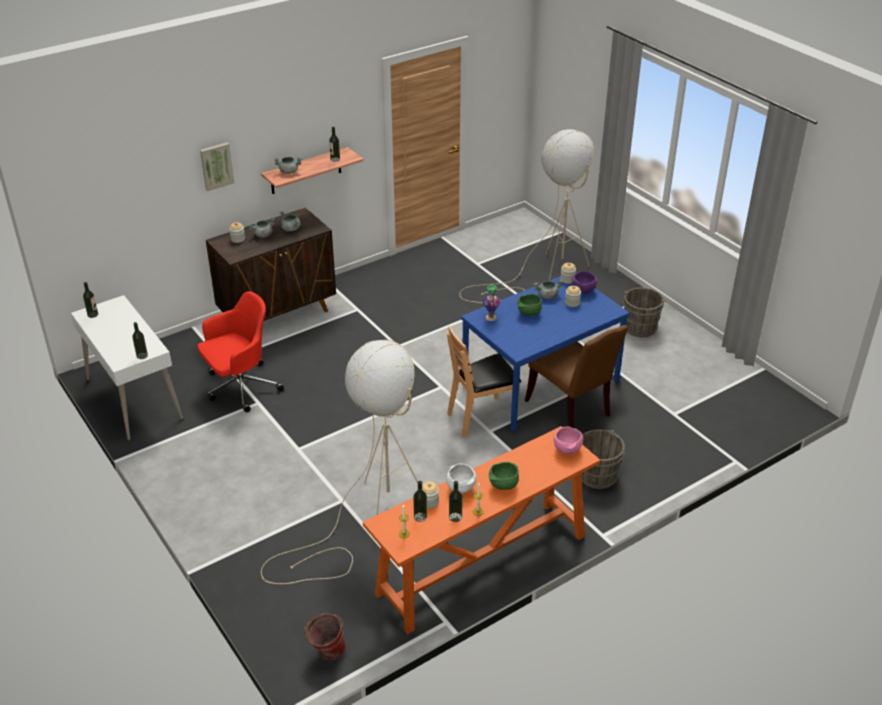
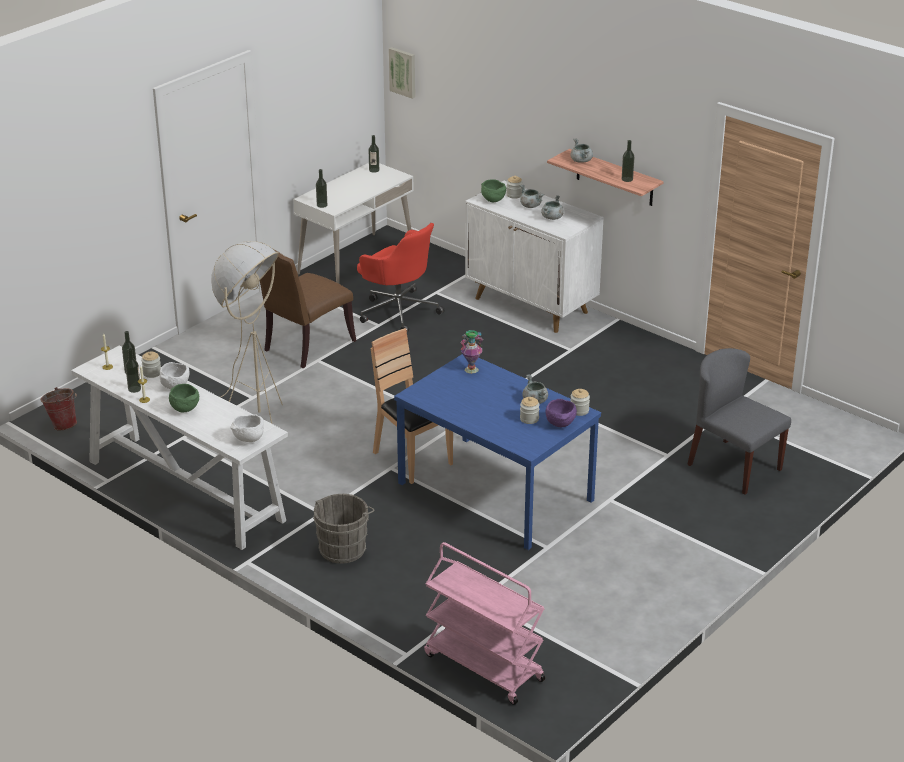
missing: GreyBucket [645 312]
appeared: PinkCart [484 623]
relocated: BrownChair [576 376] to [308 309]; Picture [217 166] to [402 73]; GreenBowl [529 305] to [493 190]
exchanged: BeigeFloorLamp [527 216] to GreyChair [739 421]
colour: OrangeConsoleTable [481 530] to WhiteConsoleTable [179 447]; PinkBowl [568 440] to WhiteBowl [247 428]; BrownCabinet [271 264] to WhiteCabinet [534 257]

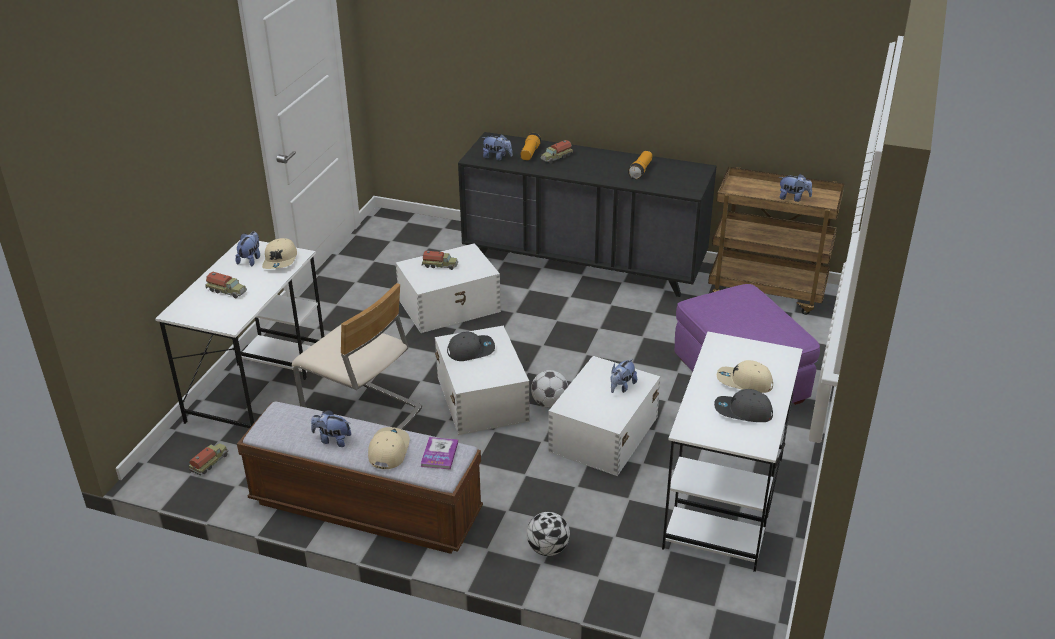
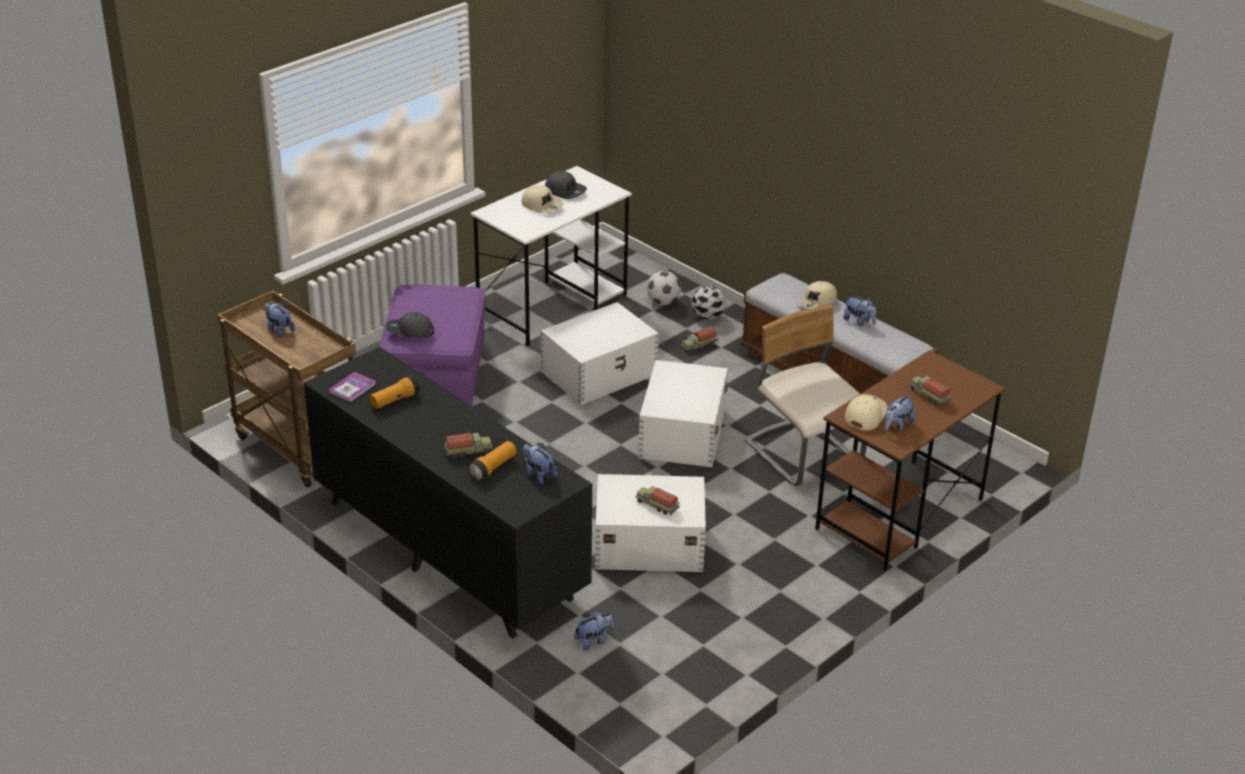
relocated: Book [439 453] to [352 387]; GreyCap [471 346] to [409 325]; PlushToy [623 376] to [594 630]; Football [549 389] to [664 288]; ToyTruck [208 459] to [699 339]
colour: WhiteDesk [239 334] to BrownDesk [910 460]

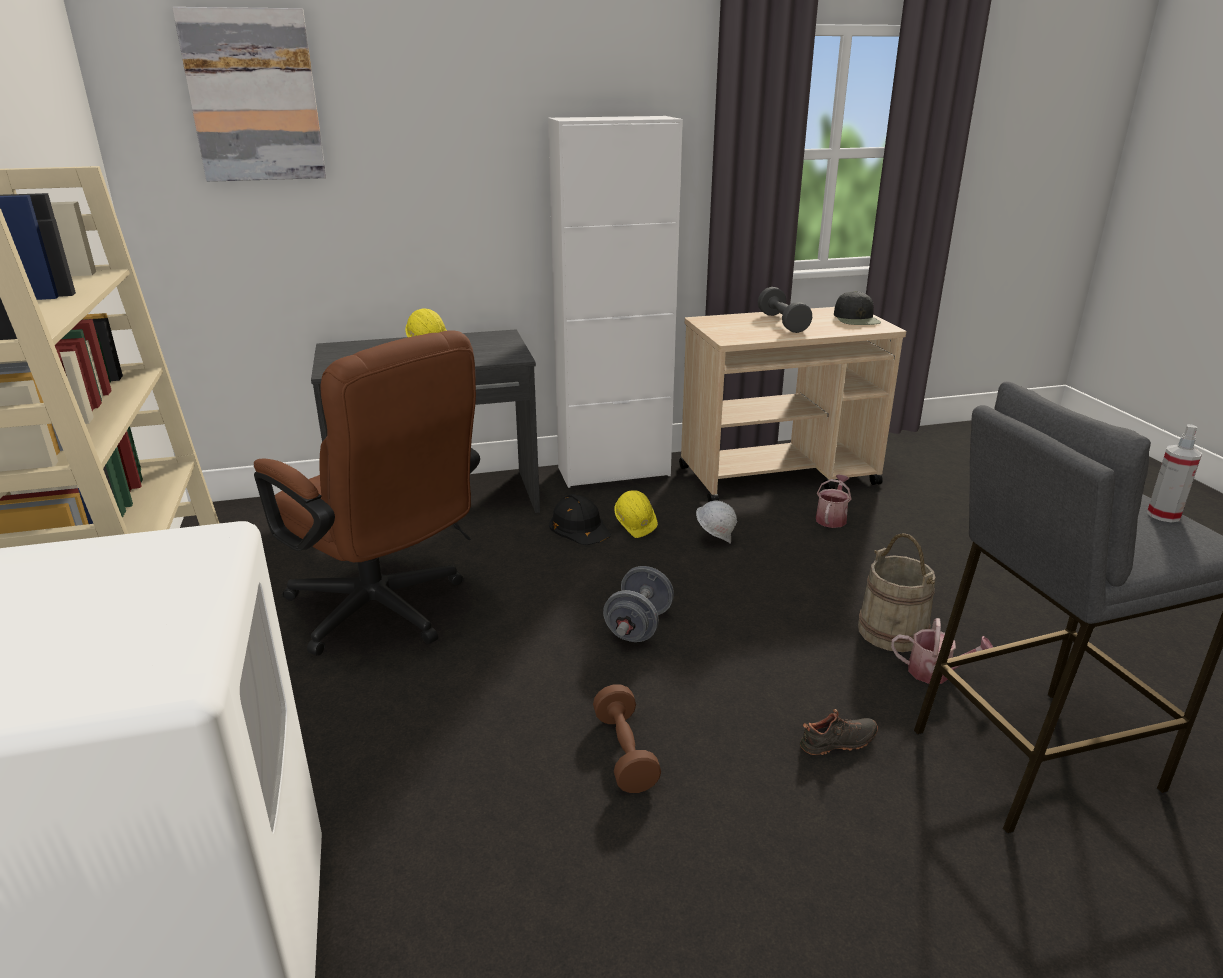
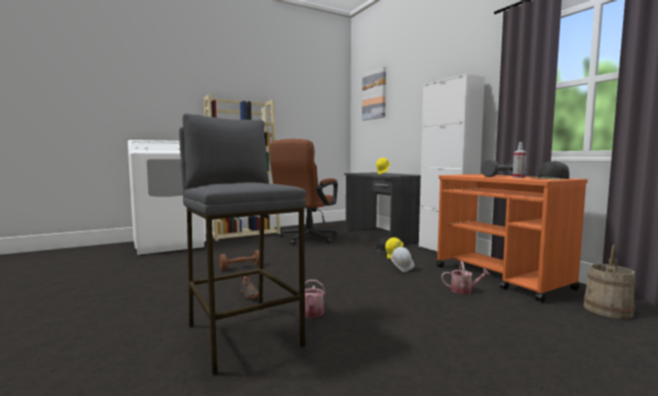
missing: GreyDumbbell [638 604]
relocated: SprayBottle [1174 473] to [519 160]; BeigeBucket [897 592] to [609 282]
colour: BeigeCart [792 404] to OrangeCart [512 238]

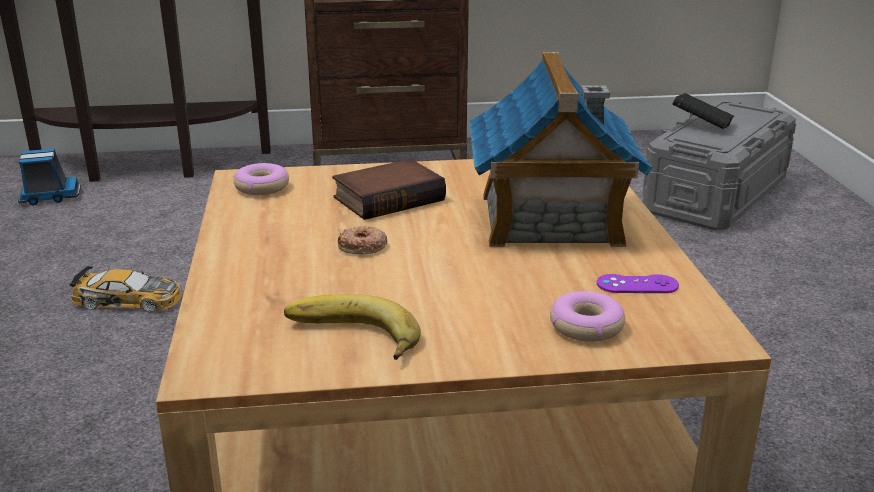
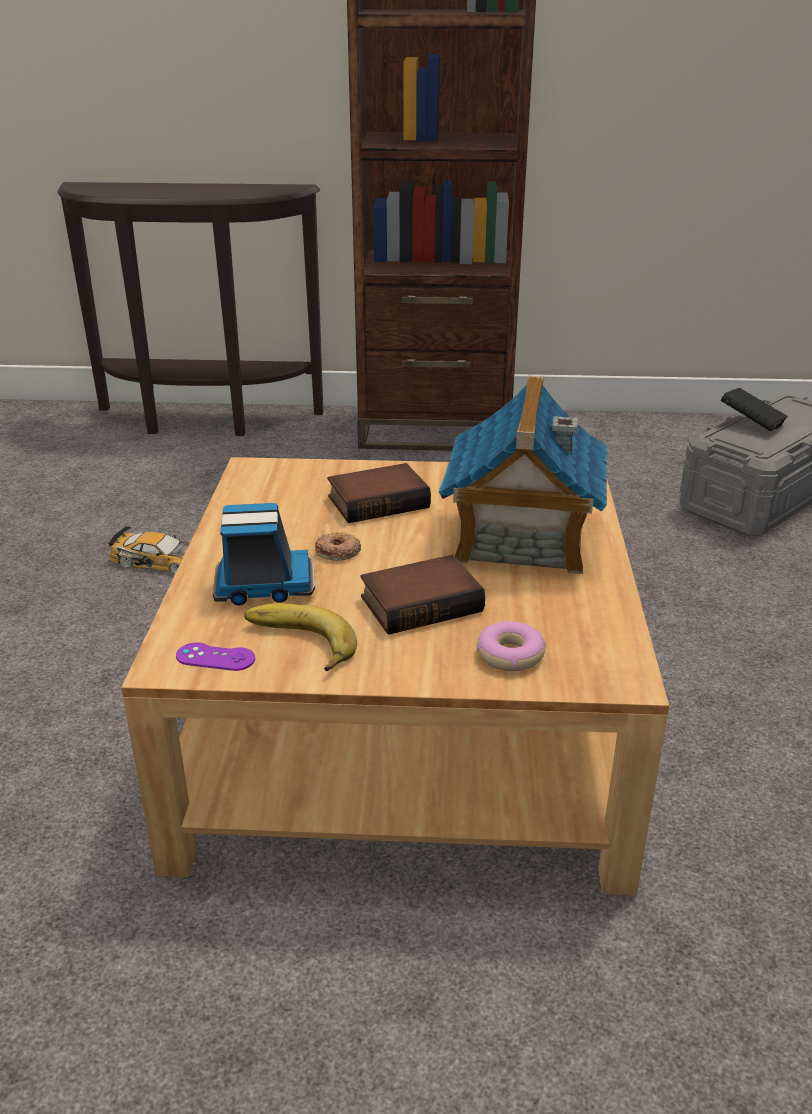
missing: Donut [261 179]
appeared: Book [422 594]
relocated: PurpleGameController [638 283] to [215 656]; ToyTruck [49 177] to [264 554]

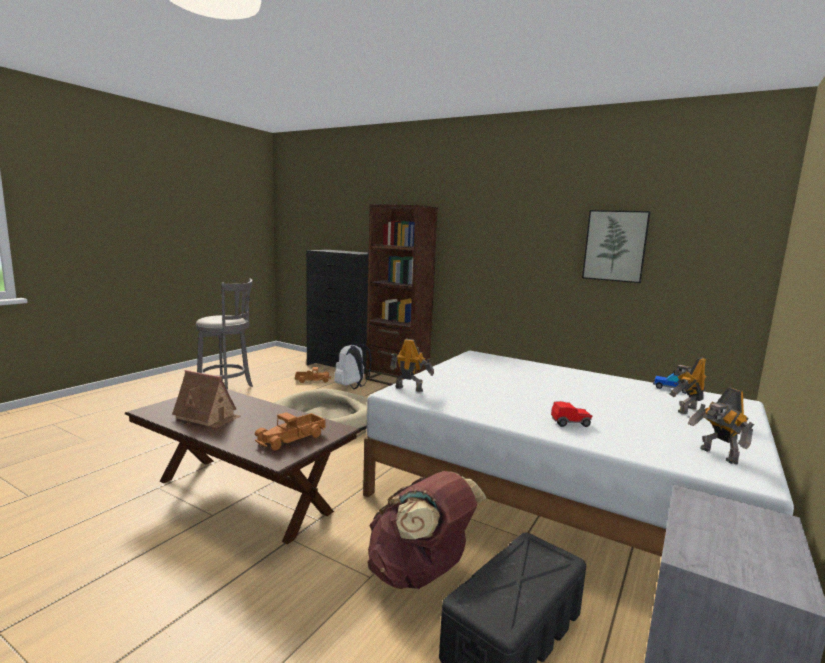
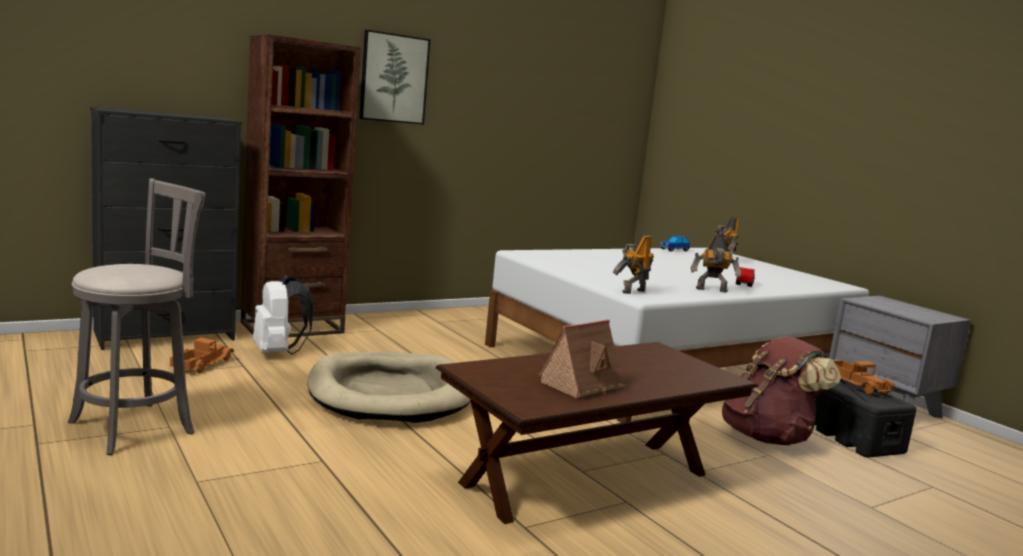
relocated: Picture [616 246] to [395 77]; ToyRobot [721 426] to [716 264]; ToyTruck [290 431] to [864 377]

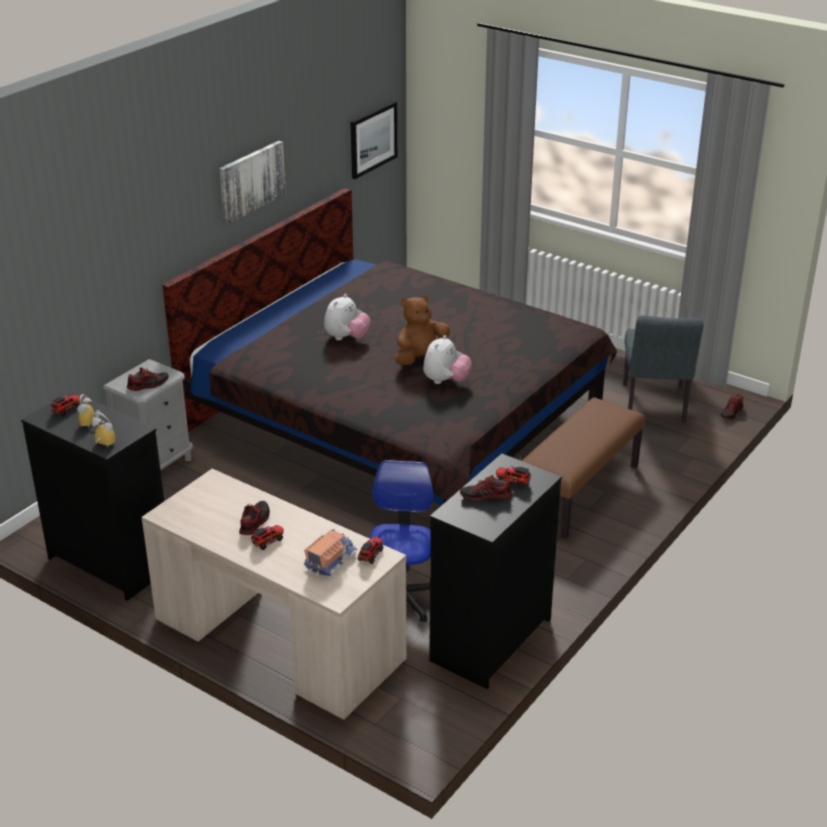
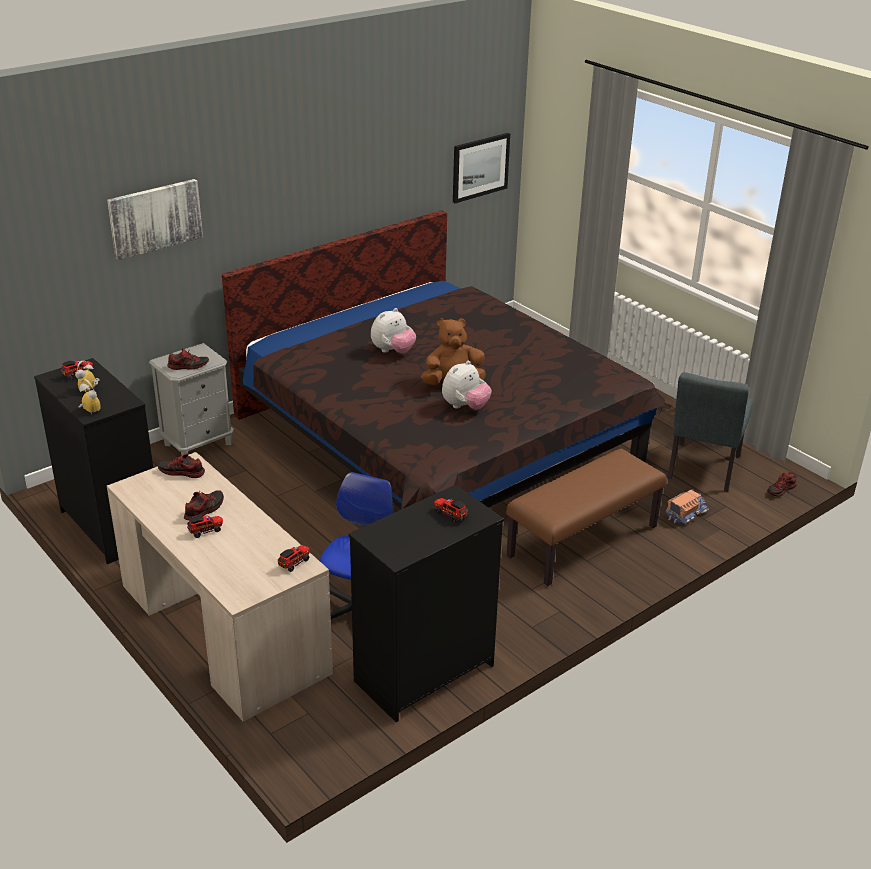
relocated: Picture [253 182] to [155 219]; Shoe [486 488] to [181 466]; ToyTruck [331 553] to [687 506]

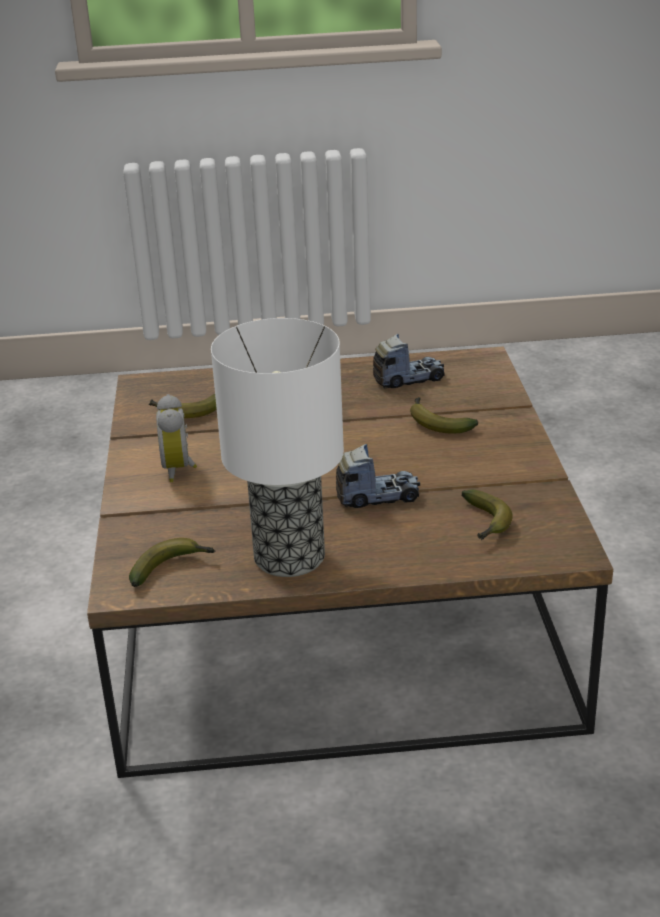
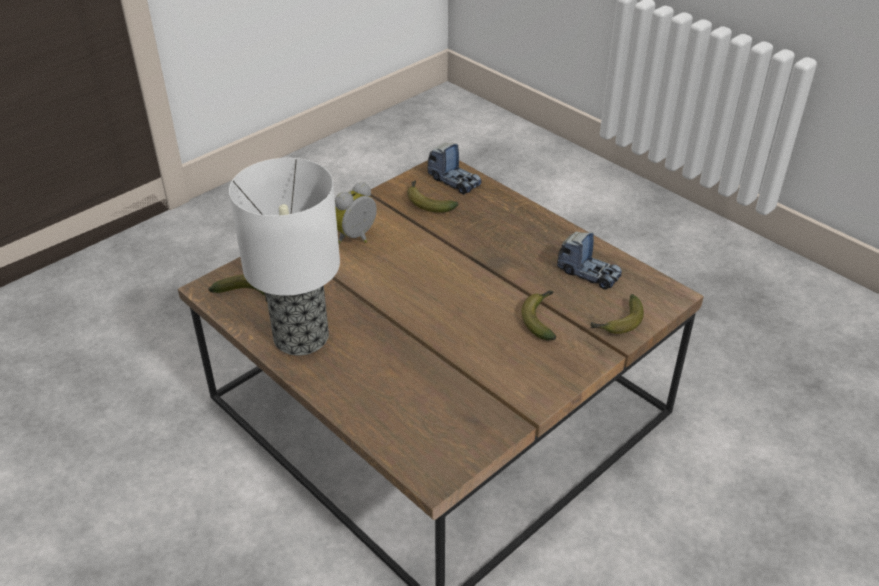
relocated: ToyTruck [378 476] to [455 169]; Banana [487 515] to [617 314]

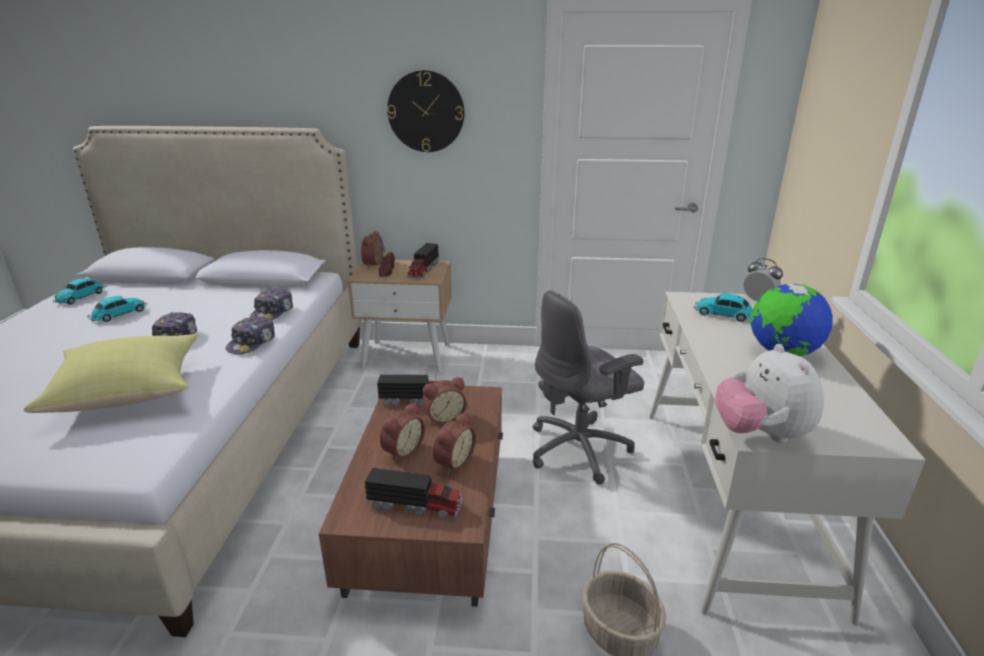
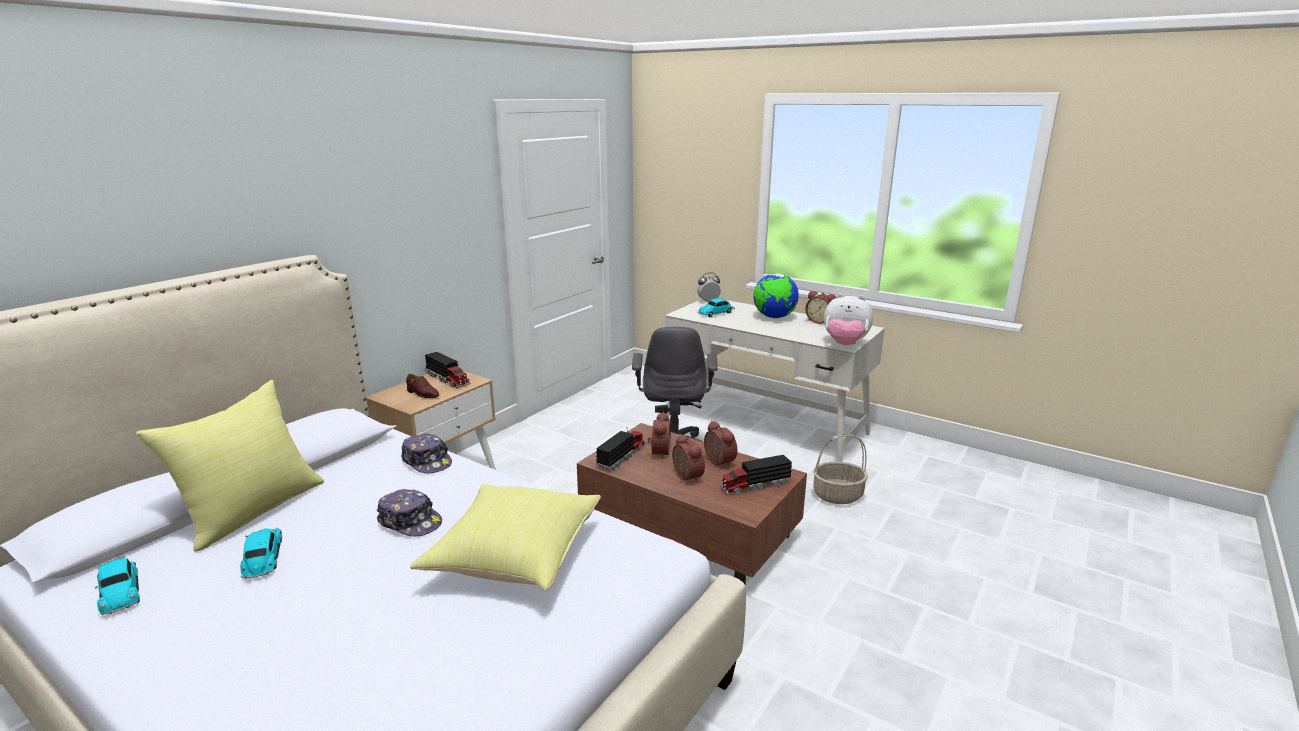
missing: Cap [250 335]; WallClock [425 111]
appeared: YellowPillow [230 466]
relocated: AlarmClock [373 249] to [820 307]
spun: ToyTruck [414 493] = [756 475] 150 degrees counterclockwise

